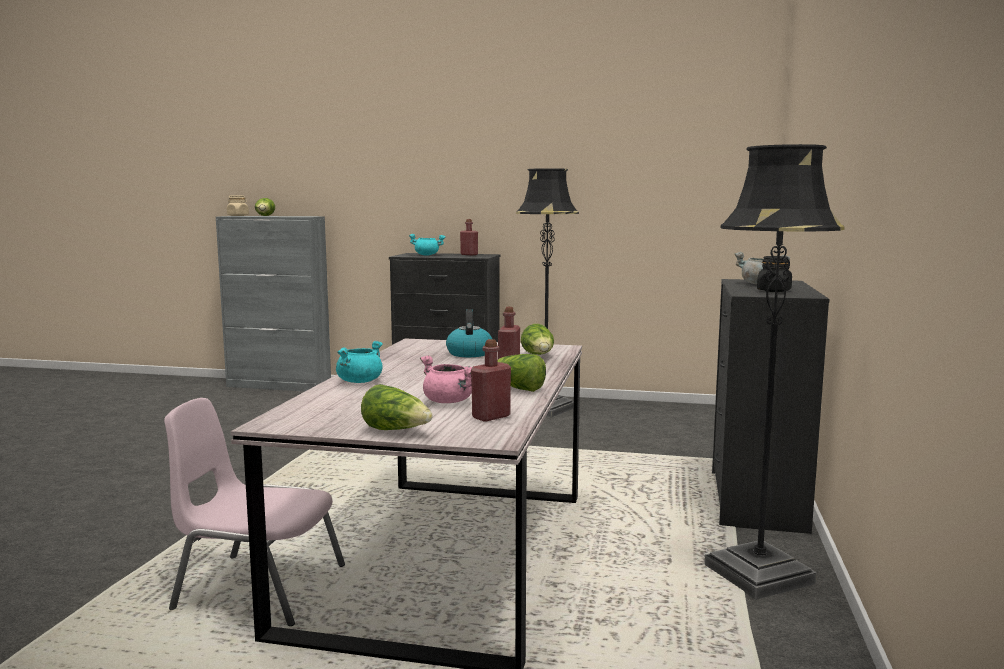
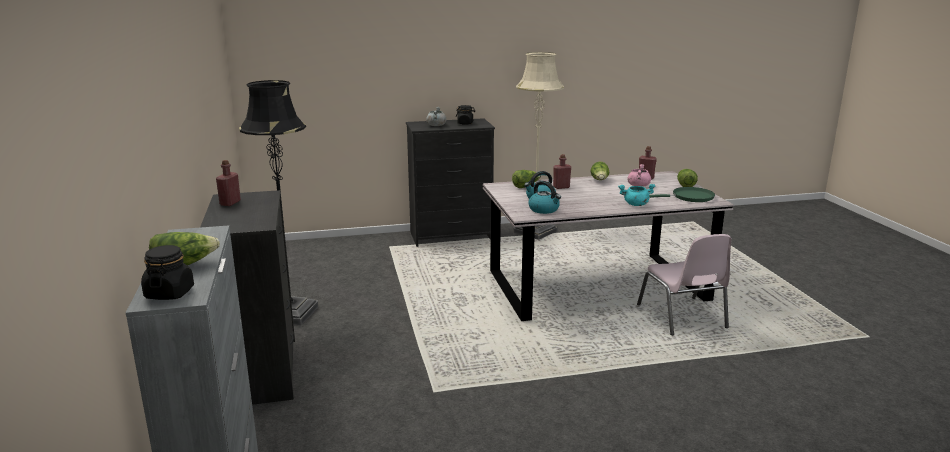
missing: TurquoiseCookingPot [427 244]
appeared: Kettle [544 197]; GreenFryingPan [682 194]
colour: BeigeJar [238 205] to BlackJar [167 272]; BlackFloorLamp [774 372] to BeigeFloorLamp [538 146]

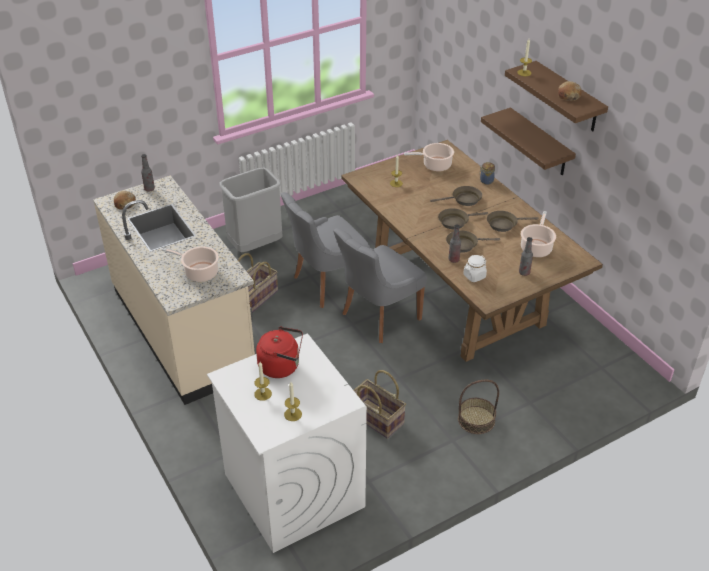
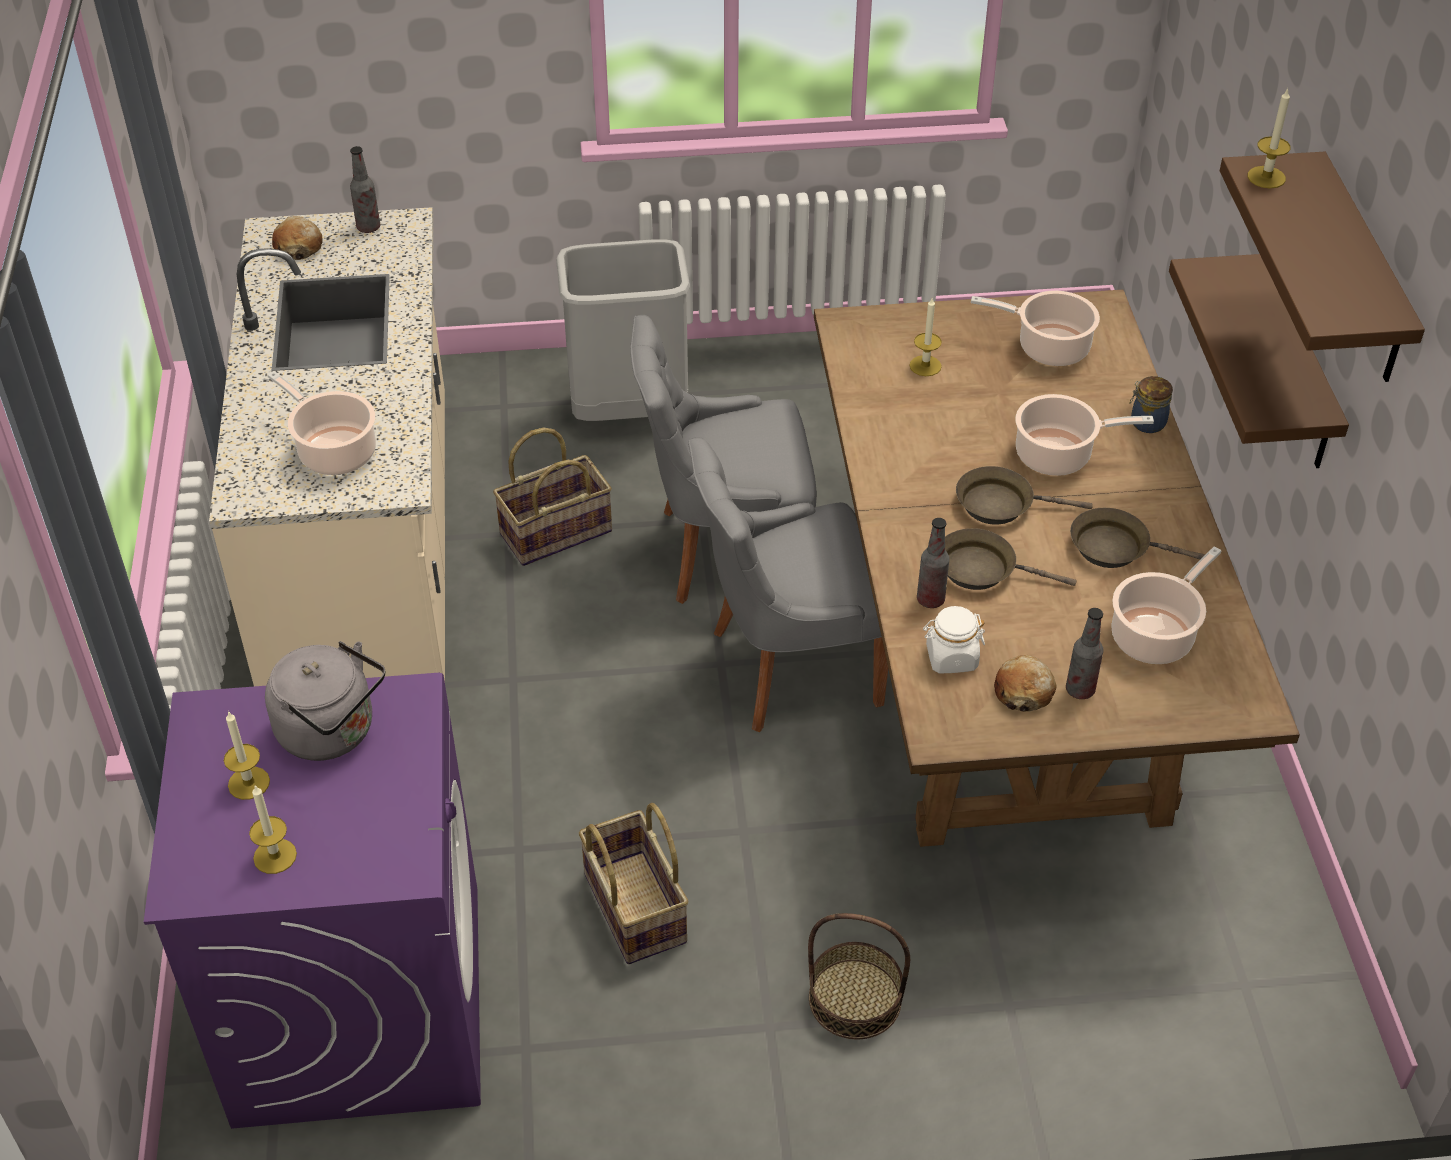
relocated: Bread [570 91] to [1025 683]
exchanged: BrownFryingPan [456 196] to CookingPot [1085 435]
colour: WhiteWashingMachine [287 443] to PurpleWashingMachine [312 901]; RedKettle [279 352] to GreyKettle [325 701]

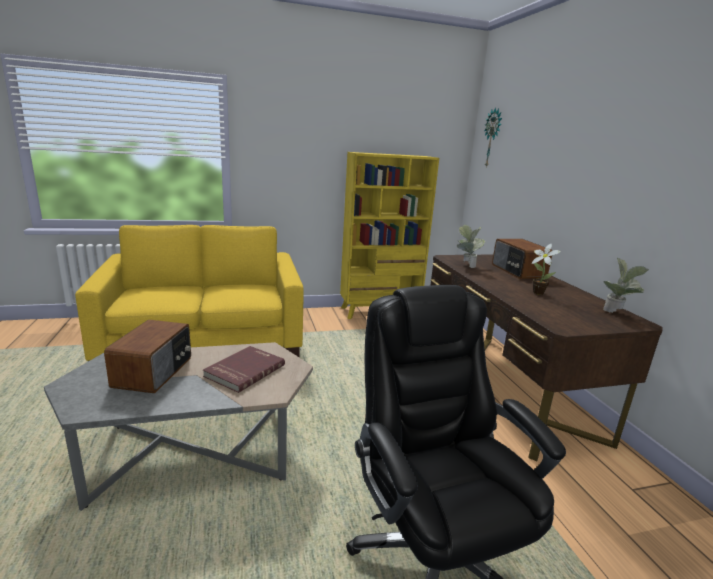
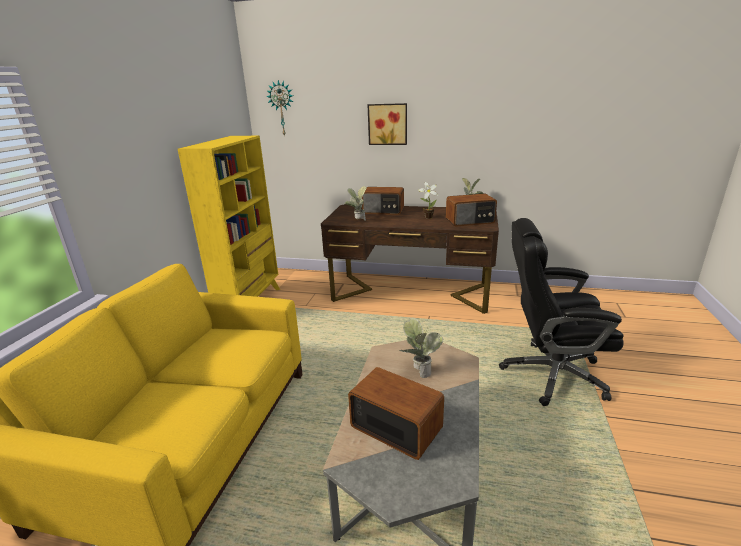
appeared: Picture [387 124]; Radio [471 209]
exchanged: RedBook [244 369] to PottedPlant [421 348]

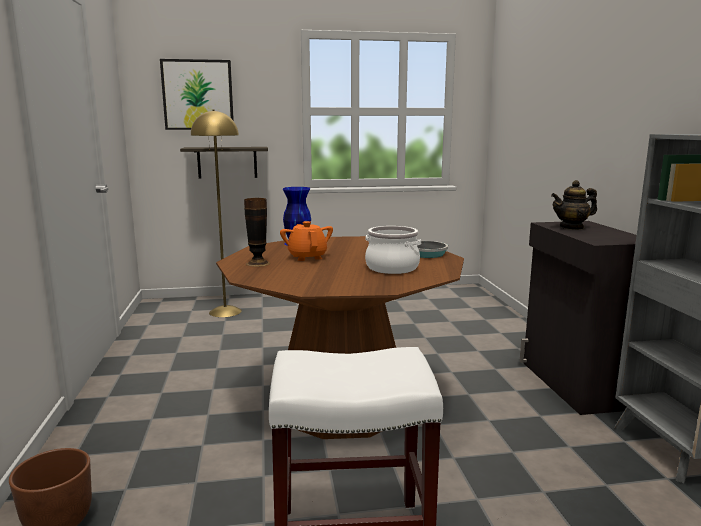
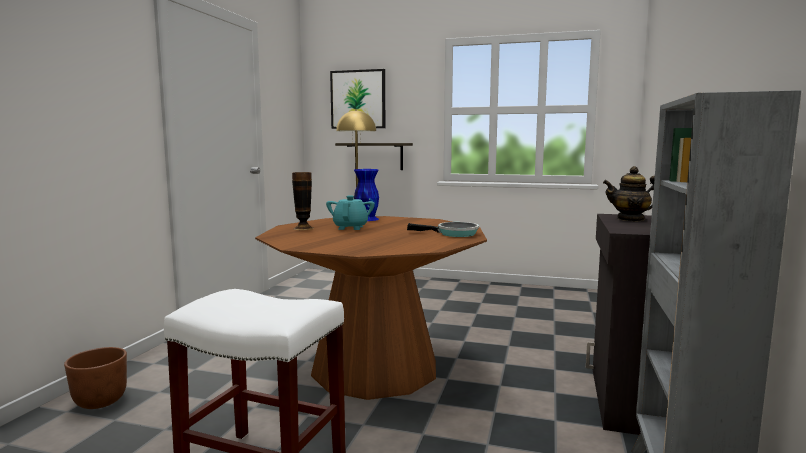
missing: CookingPot [393 250]
colour: OrangeTeapot [306 241] to TurquoiseTeapot [350 212]

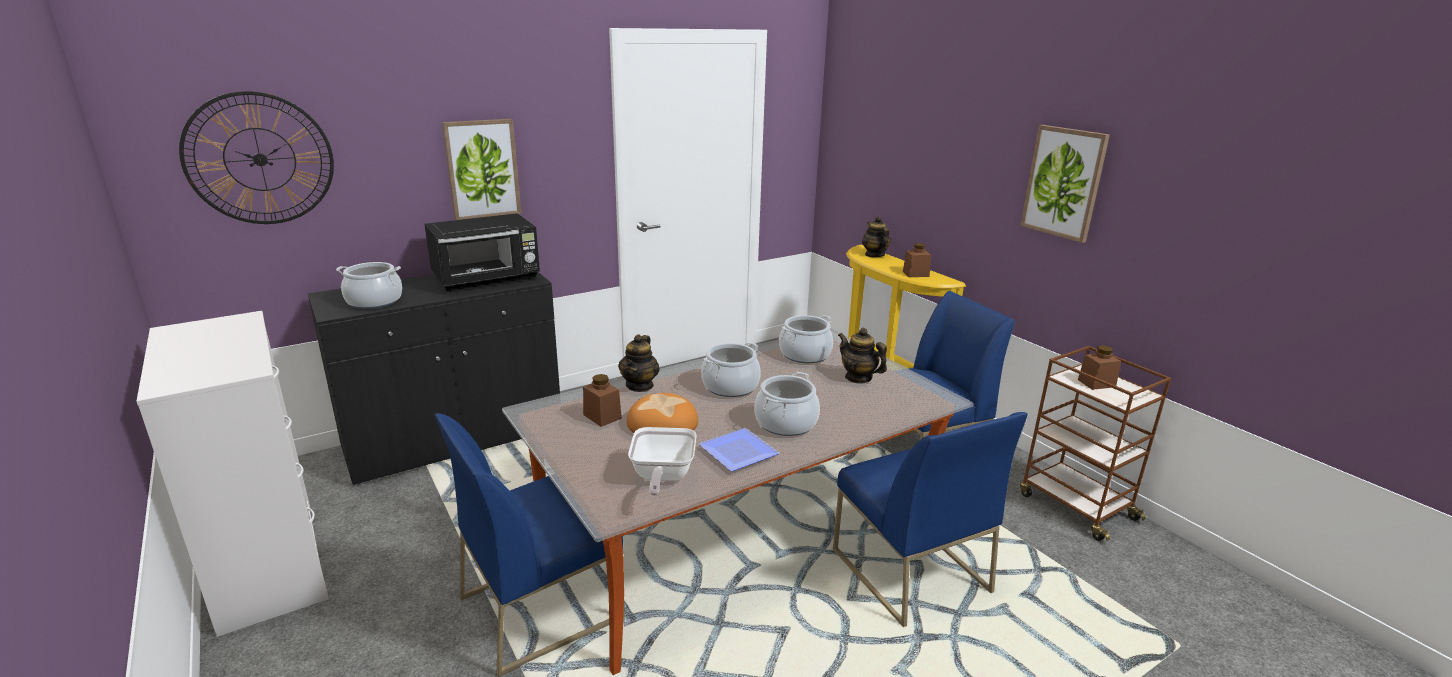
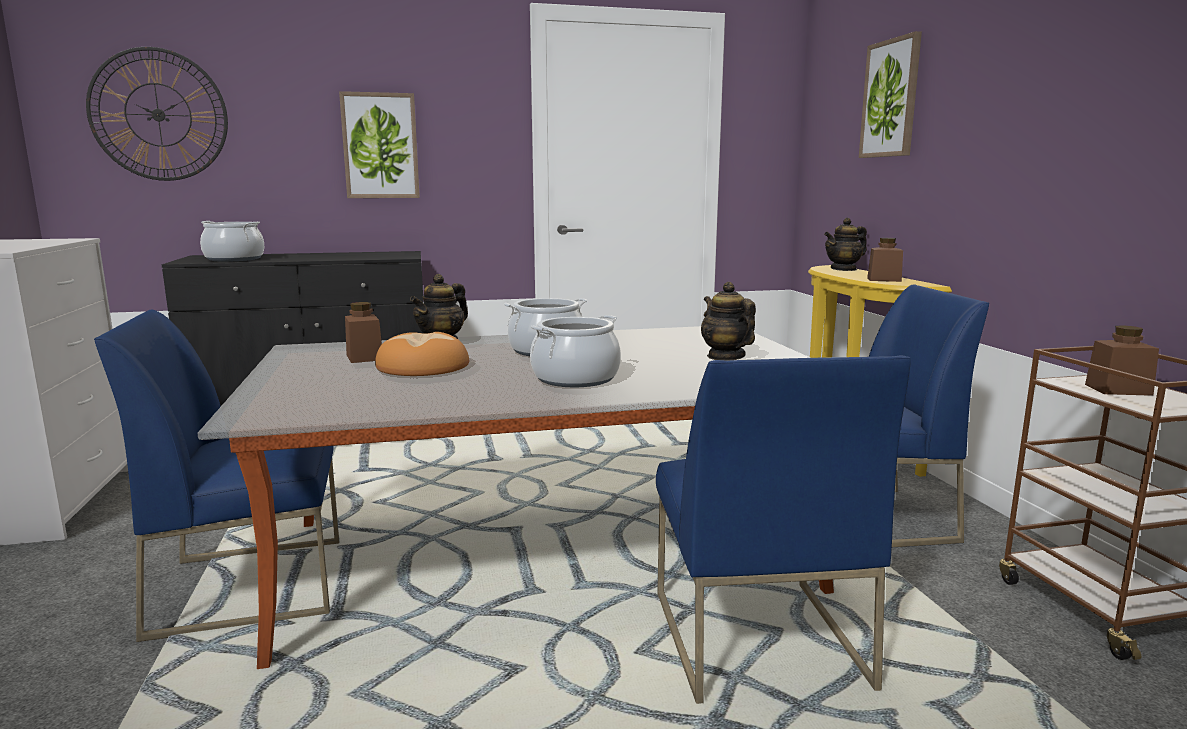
missing: BlackMicrowave [482 252]; FryingPan [662 461]; Plate [739 450]; CookingPot [806 339]
relocated: Picture [1065 184] to [890 94]
spun: Teapot [876 237] = [845 244] 120 degrees counterclockwise

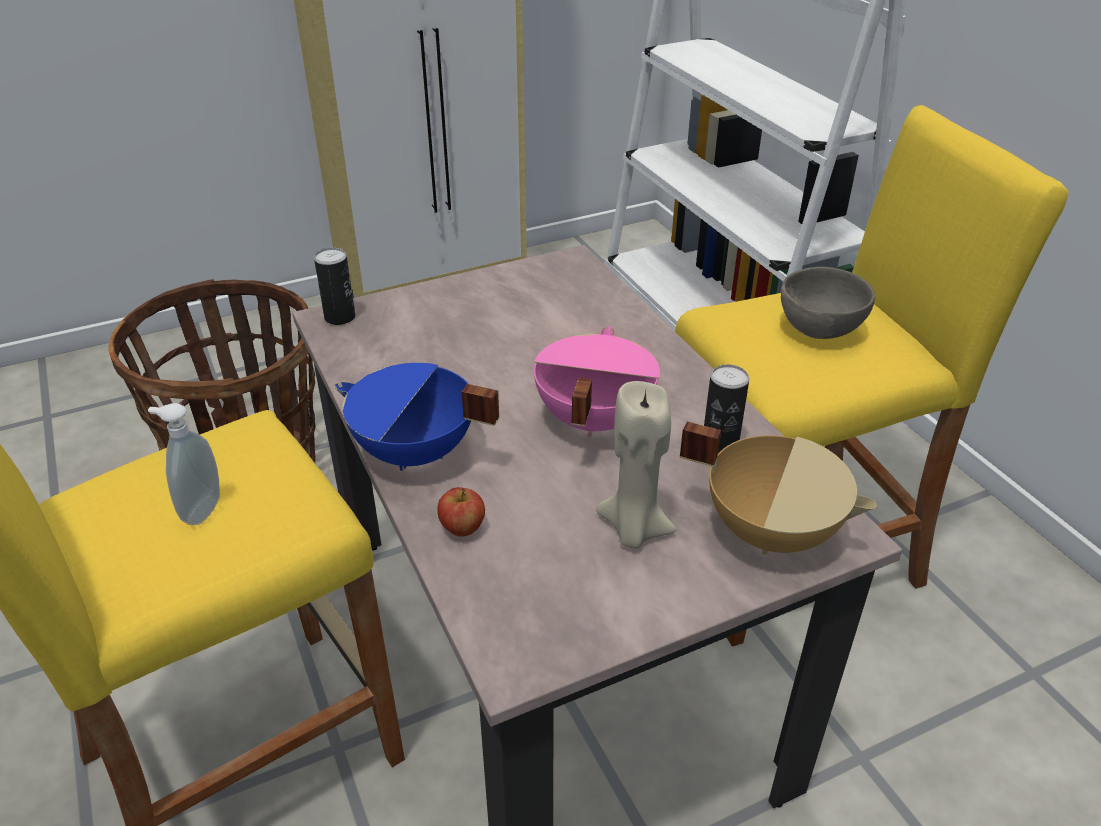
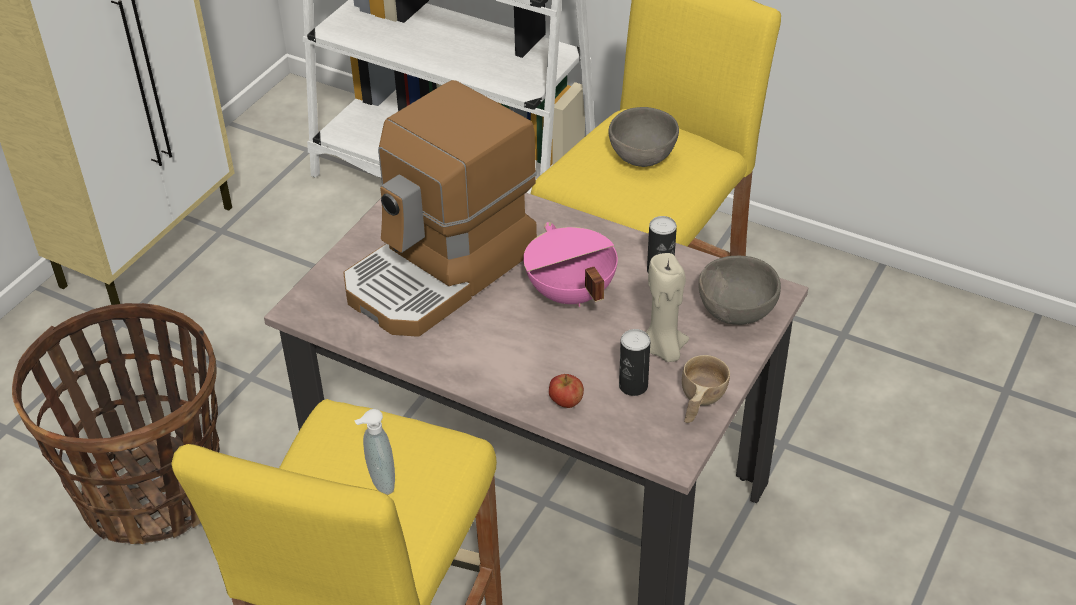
missing: BlueCookingPot [417 417]
appeared: CoffeeMachine [440 208]; BeigeCup [706 389]
relocated: Can [335 286] to [634 362]
exchanged: BeigeCookingPot [778 488] to GreyBowl [739 290]

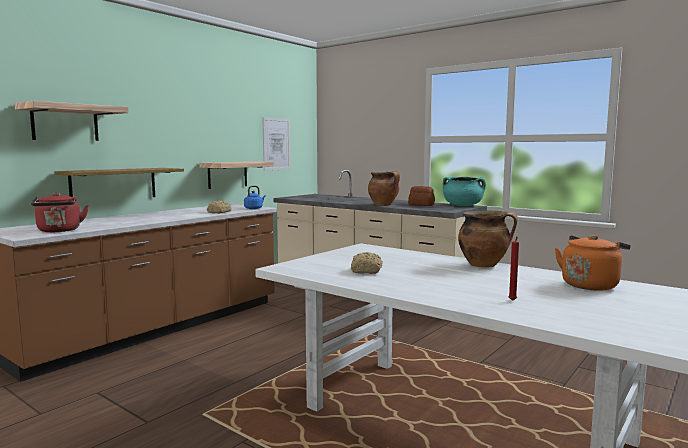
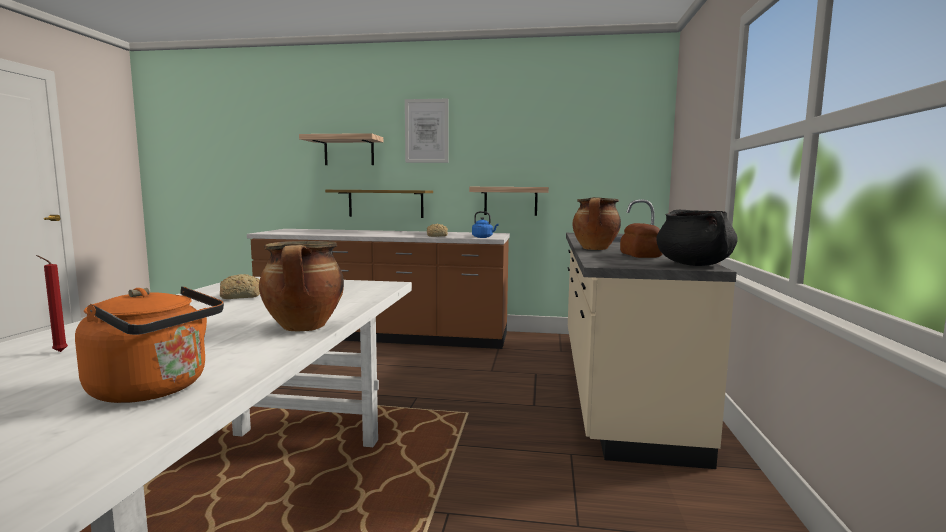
missing: RedKettle [60 212]
relocated: Picture [277 144] to [427 131]
colour: TurquoiseCookingPot [464 191] to BlackCookingPot [696 238]

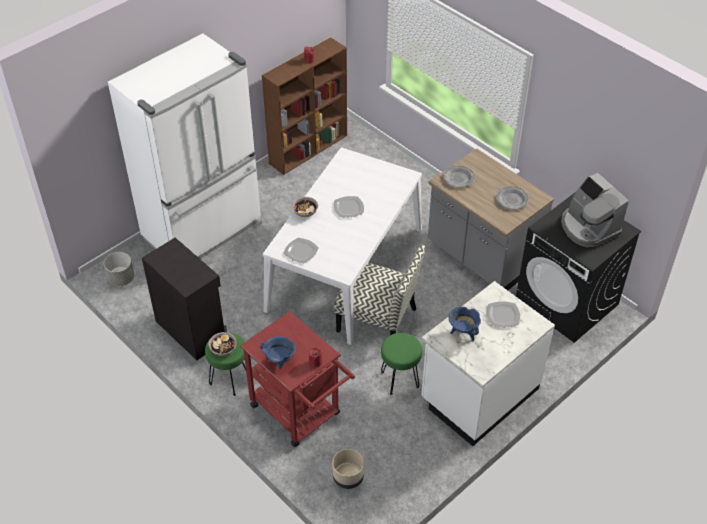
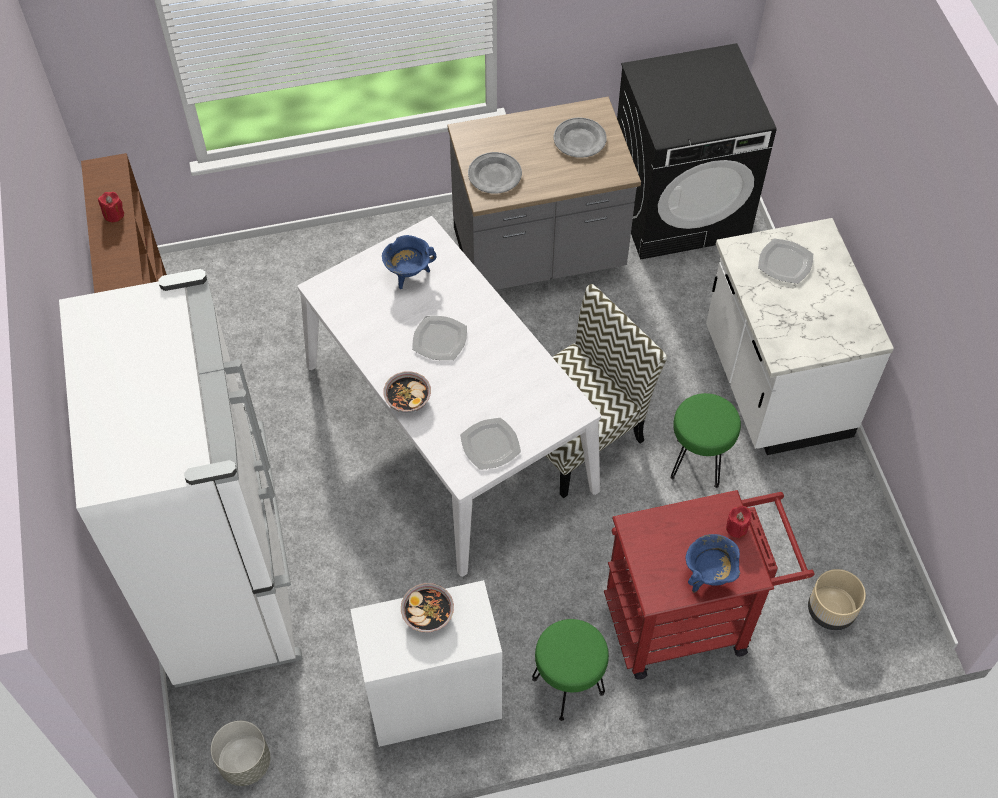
missing: CoffeeMachine [595 210]
relocated: BlueCookingPot [464 324] to [409 262]; Bowl [222 344] to [427 608]
colour: BlackCabinet [184 299] to WhiteCabinet [426 663]

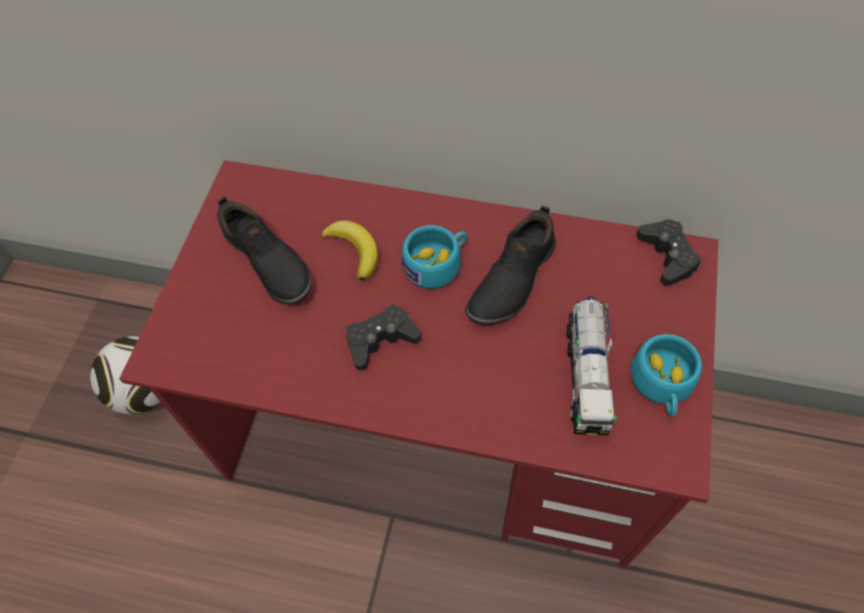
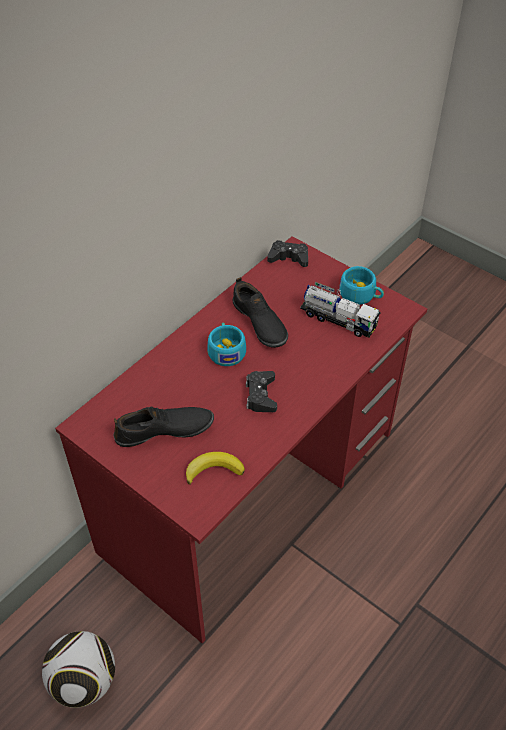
relocated: Banana [350 250] to [215 468]

